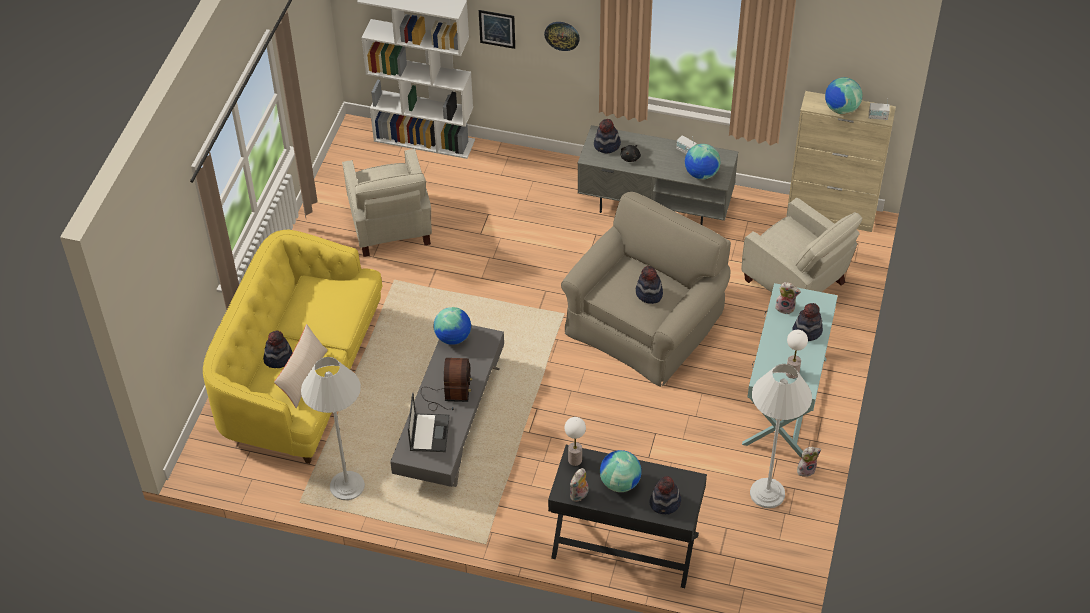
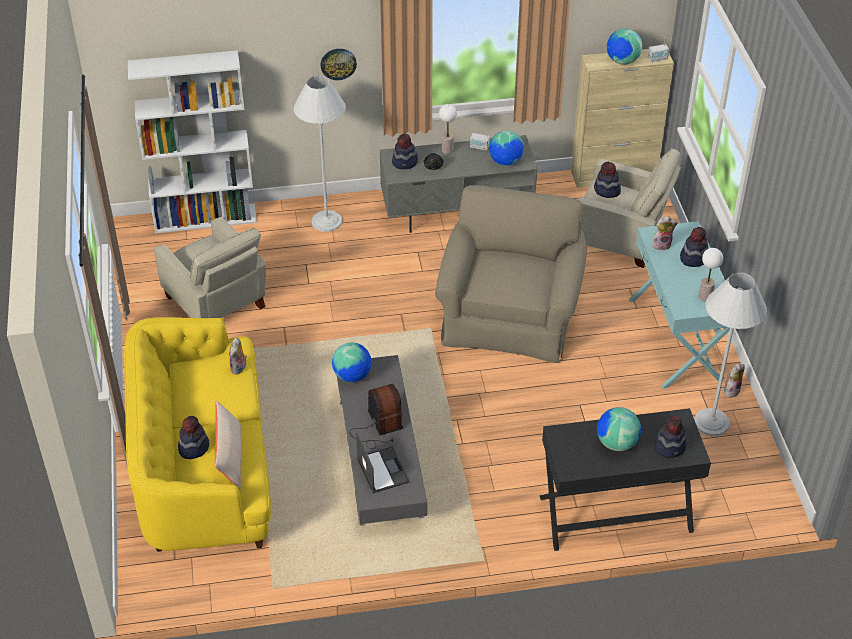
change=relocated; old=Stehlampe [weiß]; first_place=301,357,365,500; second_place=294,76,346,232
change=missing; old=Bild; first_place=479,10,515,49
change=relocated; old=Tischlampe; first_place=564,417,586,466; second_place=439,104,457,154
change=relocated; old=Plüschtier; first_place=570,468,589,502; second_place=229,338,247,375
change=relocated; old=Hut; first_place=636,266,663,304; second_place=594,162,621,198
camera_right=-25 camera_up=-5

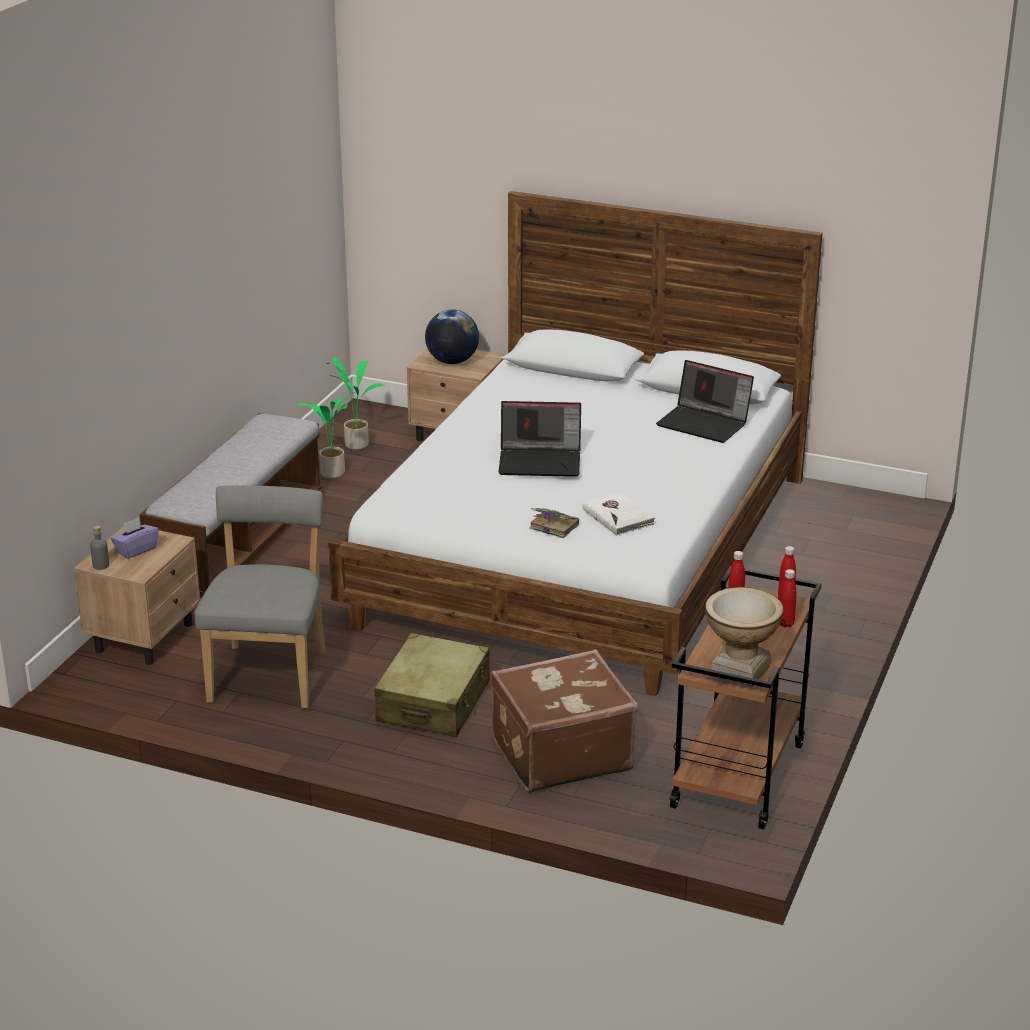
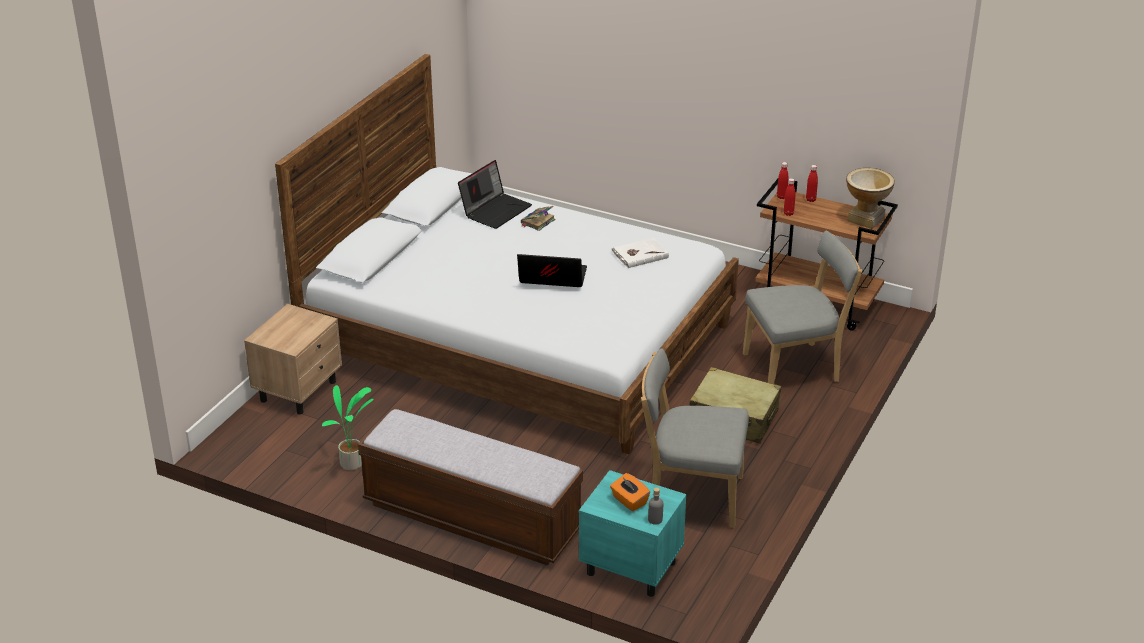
change=colour; old=Nachttisch [beige]; new=Nachttisch [türkis]; first_place=74,526,200,665; second_place=579,470,687,597
change=colour; old=Taschentuchbox [lila]; new=Taschentuchbox [orange]; first_place=111,517,159,559; second_place=610,473,650,511
change=missing; old=Topfpflanze; first_place=326,357,384,450
change=missing; old=Globus; first_place=425,310,479,364
change=exchanged; old=Koffer [braun]; new=Stuhl [grau]; first_place=491,649,637,793; second_place=743,230,862,384
change=spun; old=Laptop; first_place=498,401,581,477; second_place=517,254,587,287; degrees=-90
change=relocated; old=Buch; first_place=529,508,579,538; second_place=521,206,555,231
camera_right=-85 camera_up=5

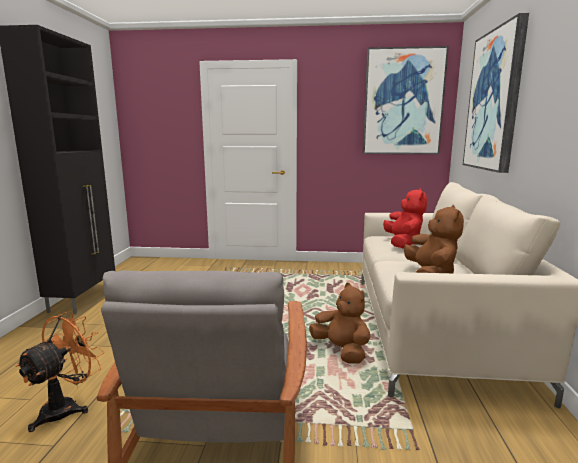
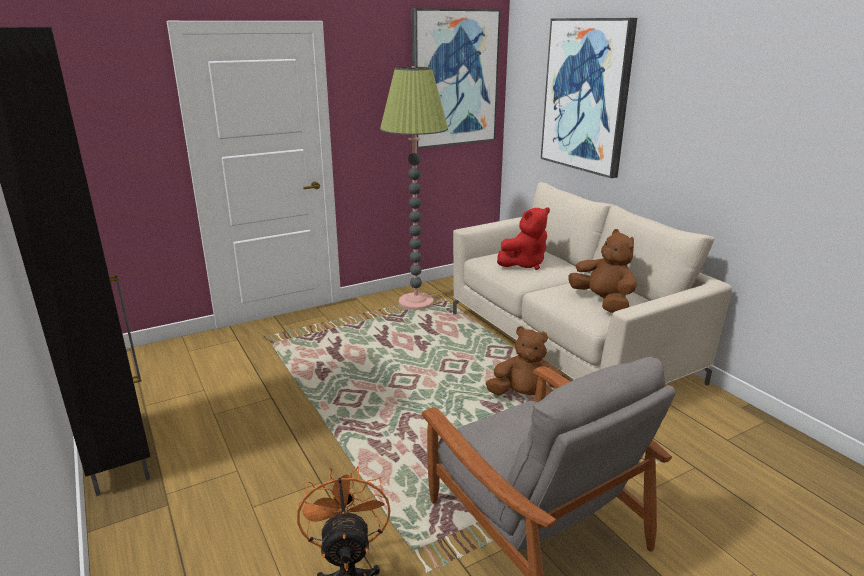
change=spun; old=Plüschtier [rot]; first_place=383,188,427,248; second_place=497,208,550,270; degrees=90
change=appeared; new=Stehlampe; second_place=380,66,448,310
camera_right=-35 camera_up=10

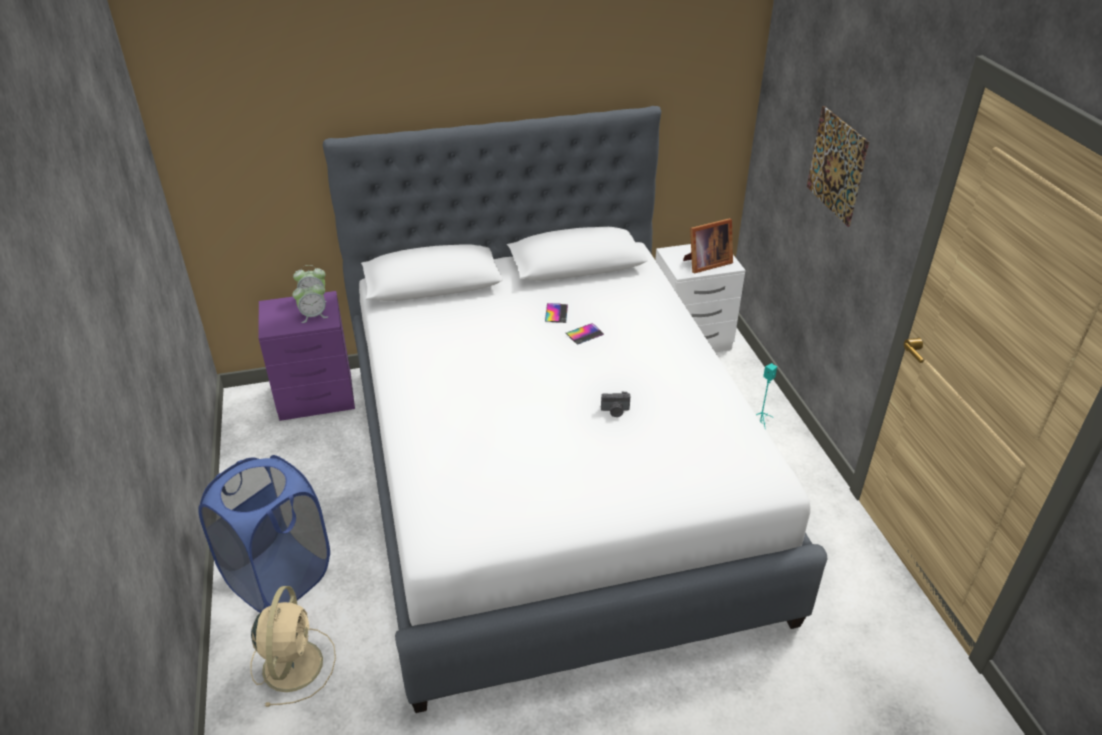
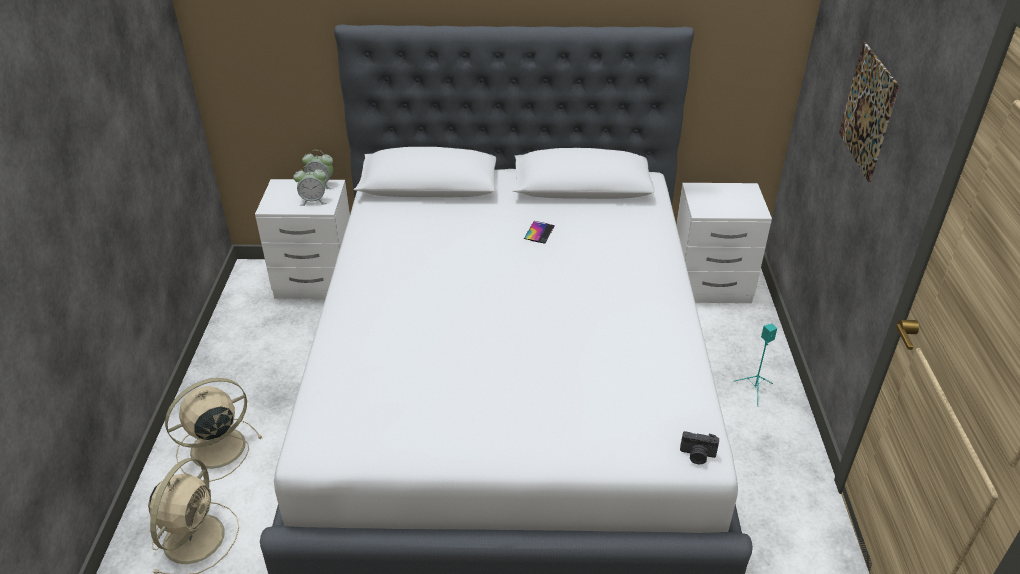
change=exchanged; old=Wäschekorb [blau]; new=Ventilator [beige]; first_place=198,455,330,613; second_place=165,378,262,481
change=colour; old=Nachttisch [lila]; new=Nachttisch [weiß]; first_place=258,291,355,421; second_place=255,179,350,299
change=missing; old=Handy; first_place=566,323,604,345
change=relocated; old=Kamera; first_place=601,392,630,417; second_place=680,431,719,464
change=missing; old=Bilderrahmen; first_place=683,218,733,274
camera_right=15 camera_up=0

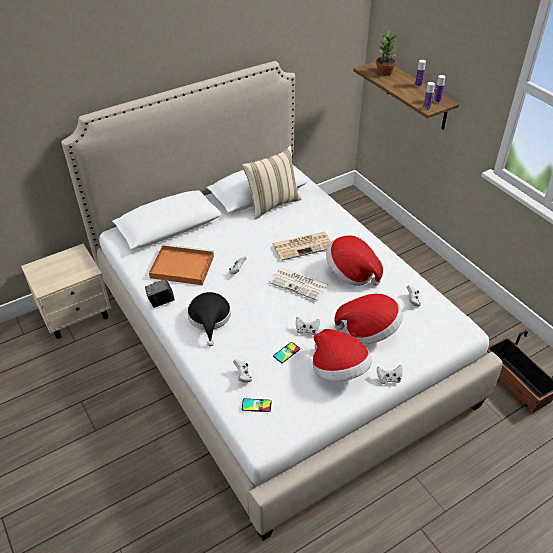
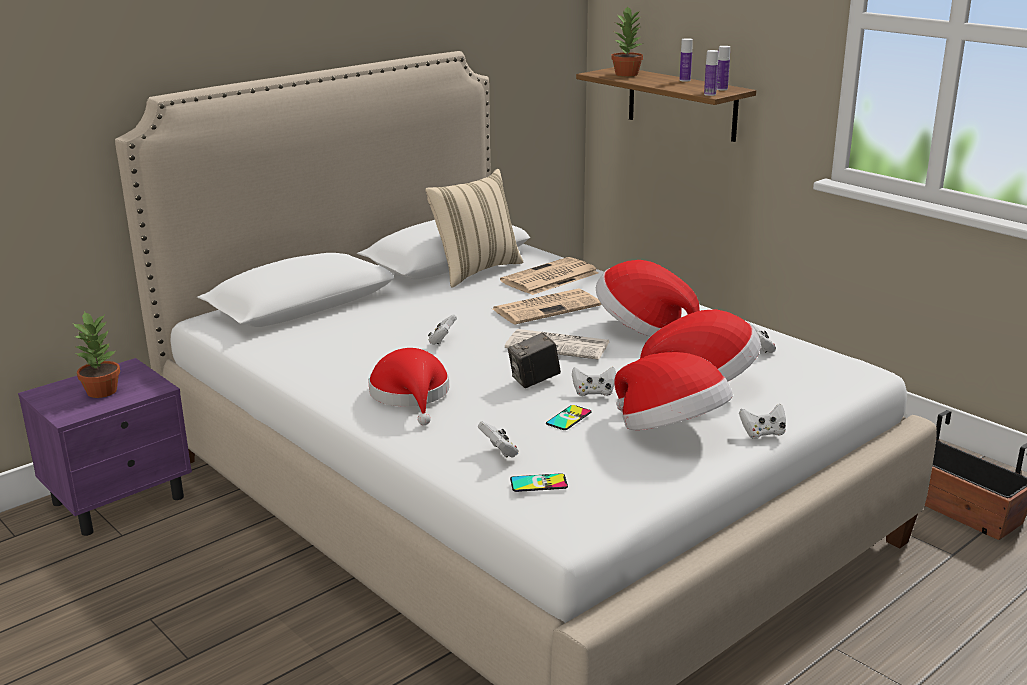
change=colour; old=Nachttisch [beige]; new=Nachttisch [lila]; first_place=21,244,111,339; second_place=18,358,192,536
change=relocated; old=Kamera; first_place=145,279,175,308; second_place=508,333,561,388
change=missing; old=Tablett [orange]; first_place=149,244,214,285
change=colour; old=Hut [schwarz]; new=Hut [rot]; first_place=187,292,231,347; second_place=368,348,449,425
change=appeared; new=Topfpflanze; second_place=74,311,120,398
change=appeared; new=Zeitung; second_place=500,257,599,295
camera_right=-10 camera_up=-20

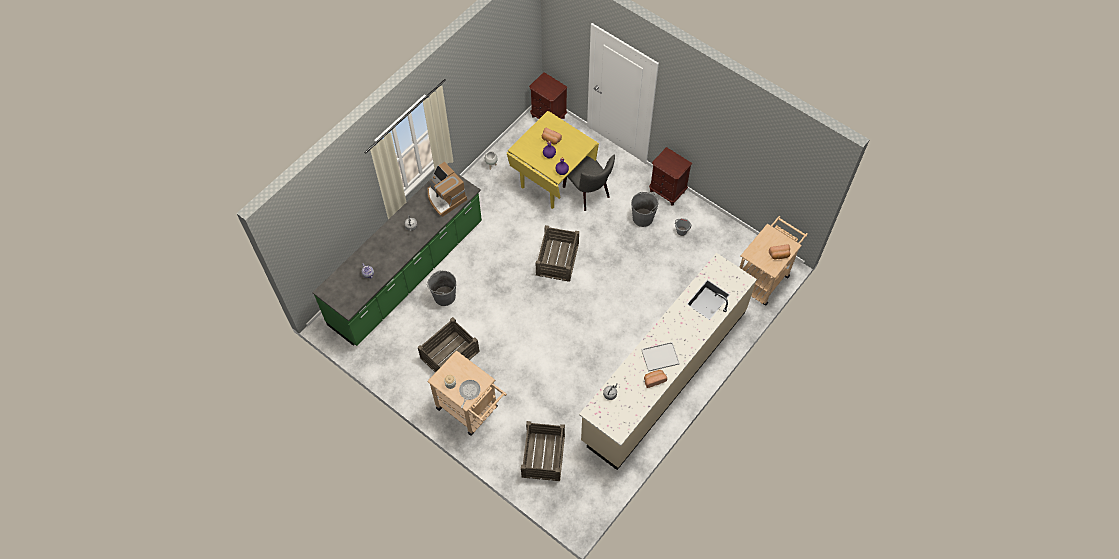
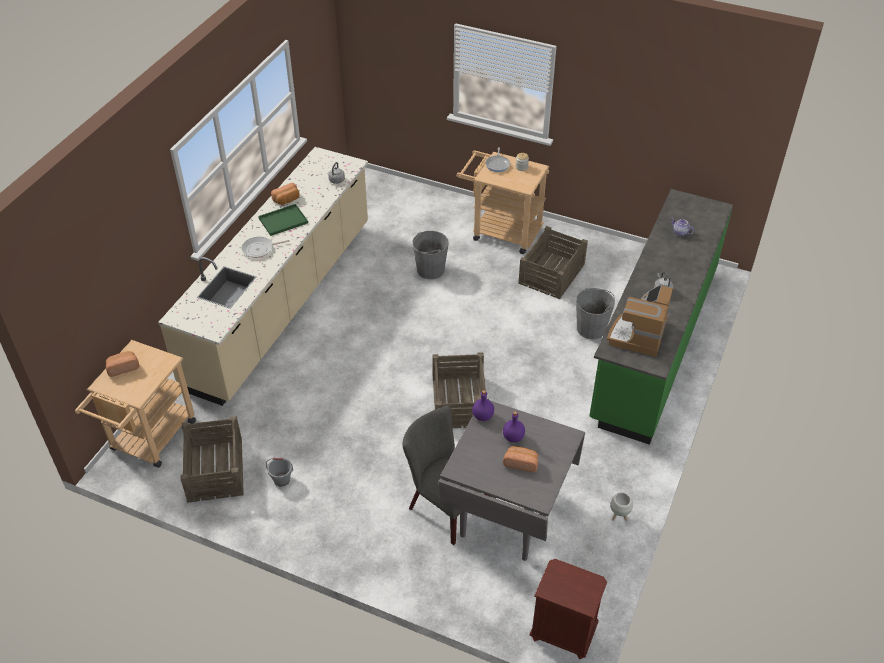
change=spun; old=Kaffeemaschine; first_place=428,162,467,217; second_place=607,285,673,357; degrees=-105
change=colour; old=Esstisch [gelb]; new=Esstisch [grau]; first_place=507,111,599,209; second_place=439,400,585,561
change=relocated; old=Kiste; first_place=521,421,565,481; second_place=181,416,244,503
change=relocated; old=Eimer [grau]; first_place=631,192,659,227; second_place=412,231,449,279
change=colour; old=Tablett [weiß]; new=Tablett [grün]; first_place=641,342,680,372; second_place=258,204,308,236
change=missing; old=Nachttisch [braun]; first_place=649,147,692,206
change=appeared; new=Pfanne; second_place=242,237,290,258
camera_right=165 camera_up=-15

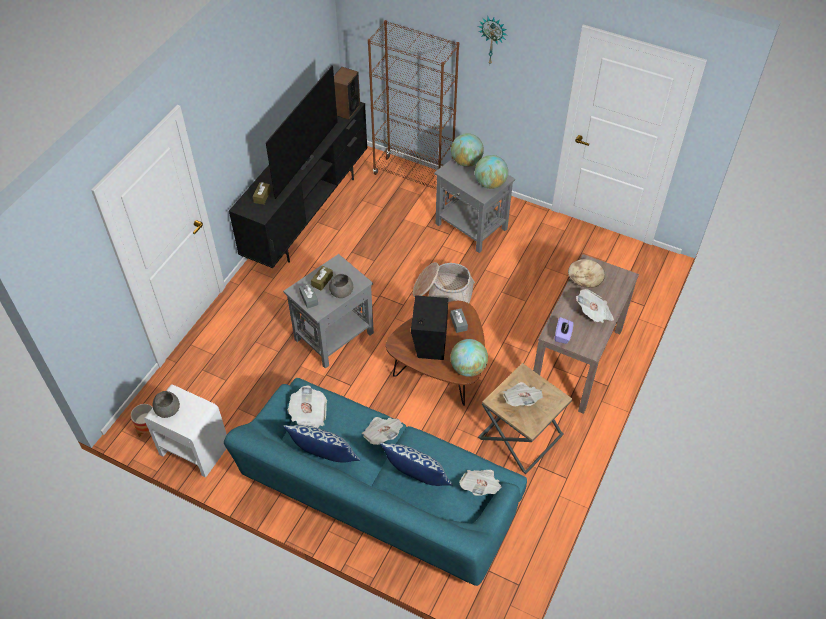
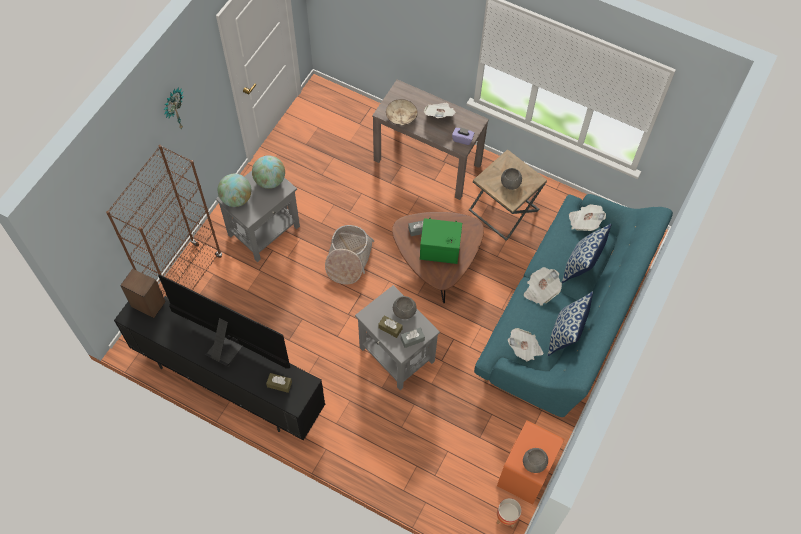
change=colour; old=Nachttisch [weiß]; new=Nachttisch [orange]; first_place=144,384,227,477; second_place=497,421,564,505
change=colour; old=Lautsprecher [schwarz]; new=Lautsprecher [grün]; first_place=411,295,448,360; second_place=420,218,462,264
change=missing; old=Globus; first_place=450,339,488,377
change=exchanged; old=Zeitung; new=Schüssel [grau]; first_place=503,382,543,406; second_place=501,168,522,190
camera_right=-90 camera_up=10

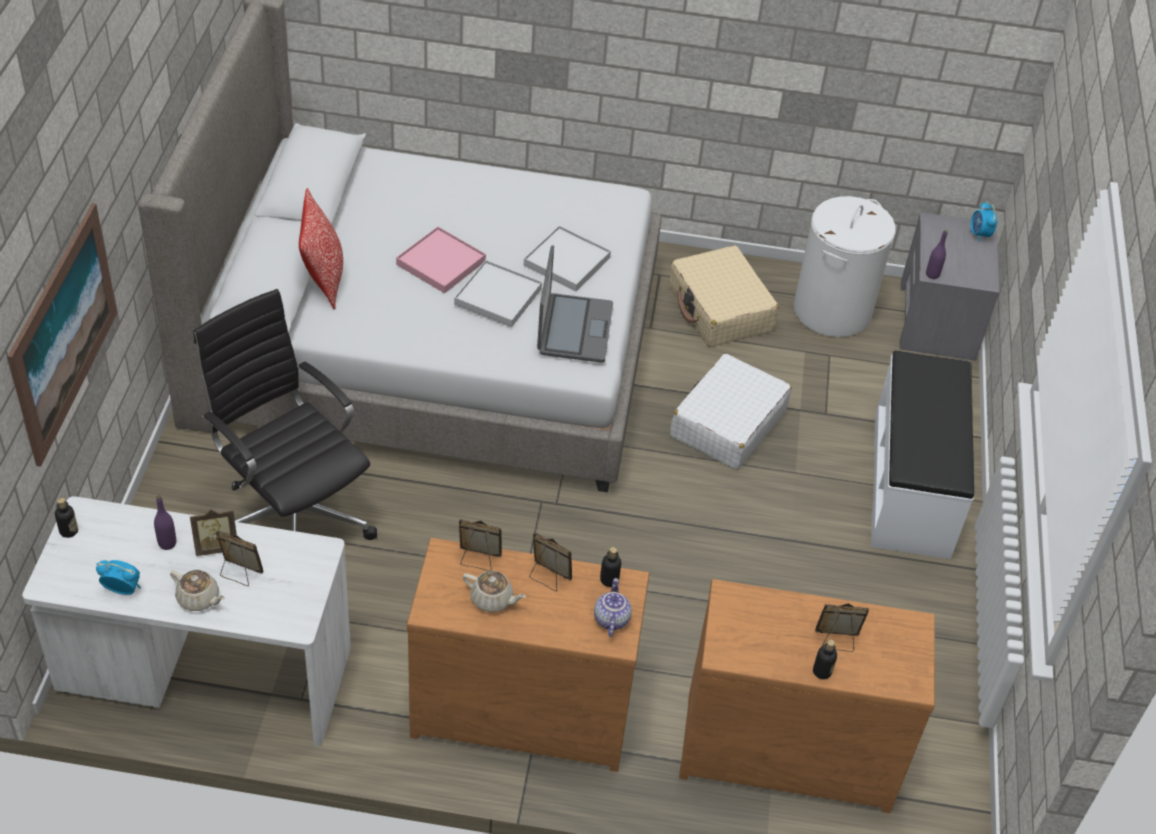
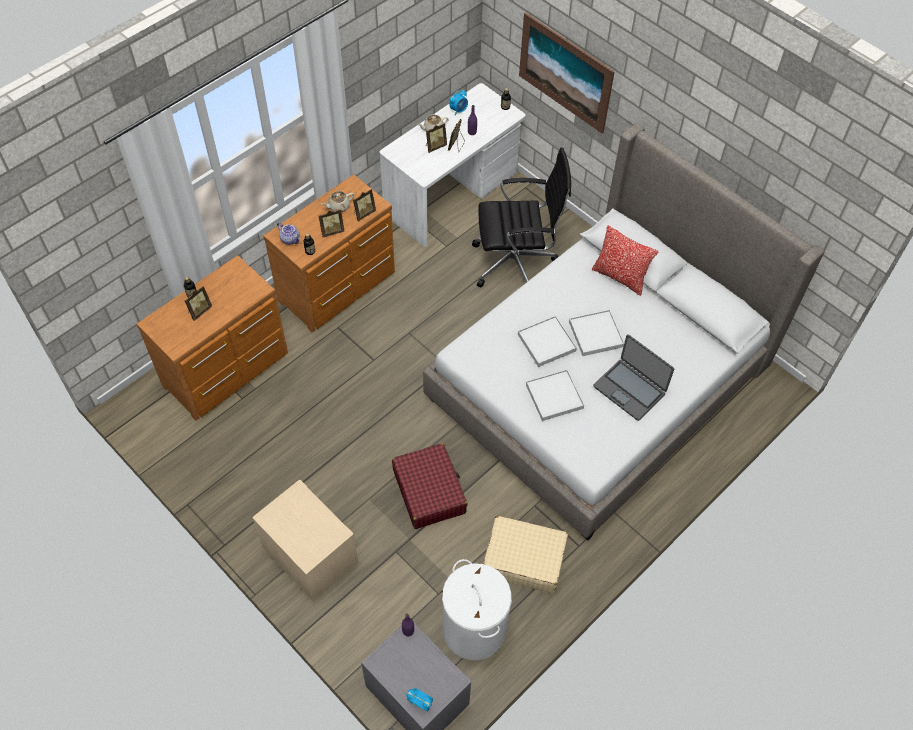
change=colour; old=Tablett [rosa]; new=Tablett [weiß]; first_place=396,227,486,293; second_place=569,310,624,356
change=relocated; old=Laptop; first_place=537,245,613,363; second_place=593,334,674,421
change=colour; old=Koffer [weiß]; new=Koffer [rot]; first_place=670,354,792,470; second_place=392,443,468,529
change=exchanged; old=Bank [weiß]; new=Nachttisch [beige]; first_place=870,350,974,559; second_place=252,480,358,602
camera_right=130 camera_up=10

